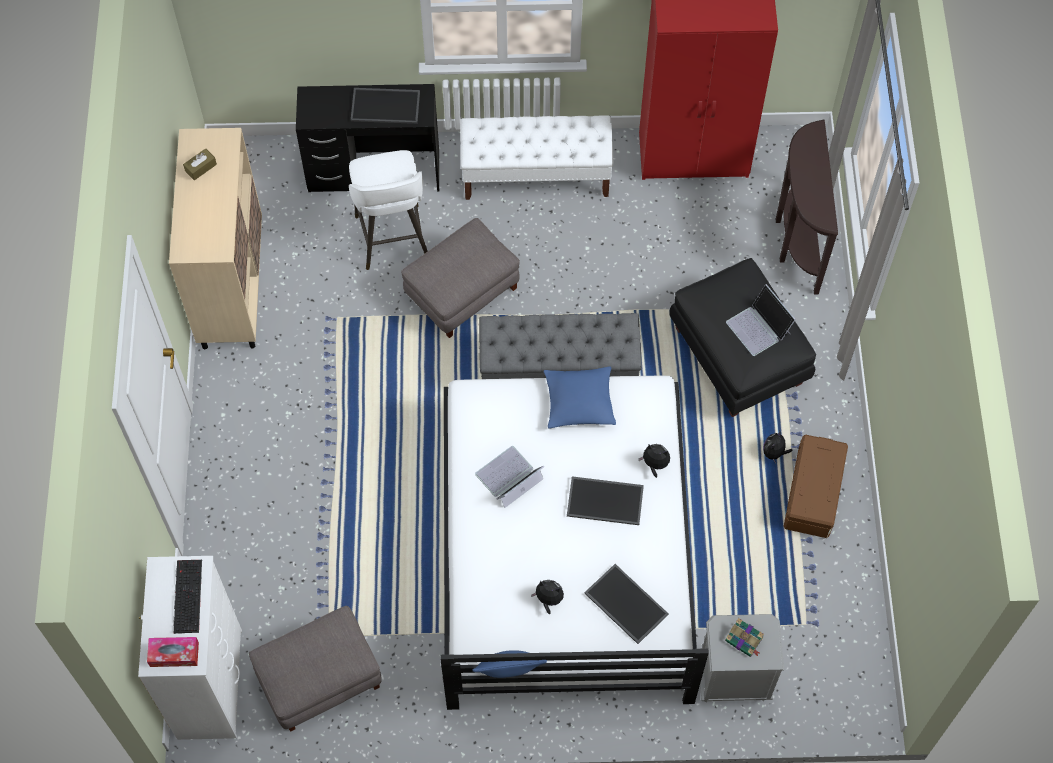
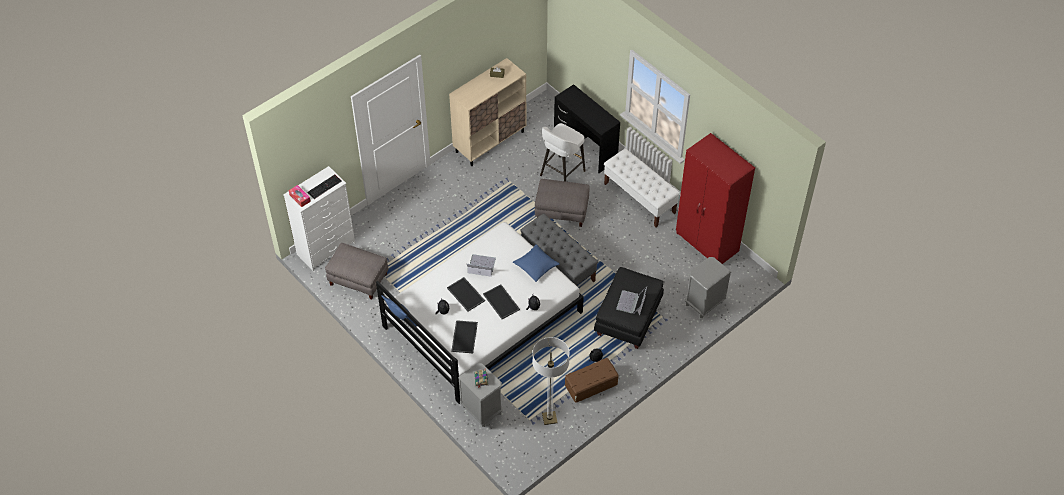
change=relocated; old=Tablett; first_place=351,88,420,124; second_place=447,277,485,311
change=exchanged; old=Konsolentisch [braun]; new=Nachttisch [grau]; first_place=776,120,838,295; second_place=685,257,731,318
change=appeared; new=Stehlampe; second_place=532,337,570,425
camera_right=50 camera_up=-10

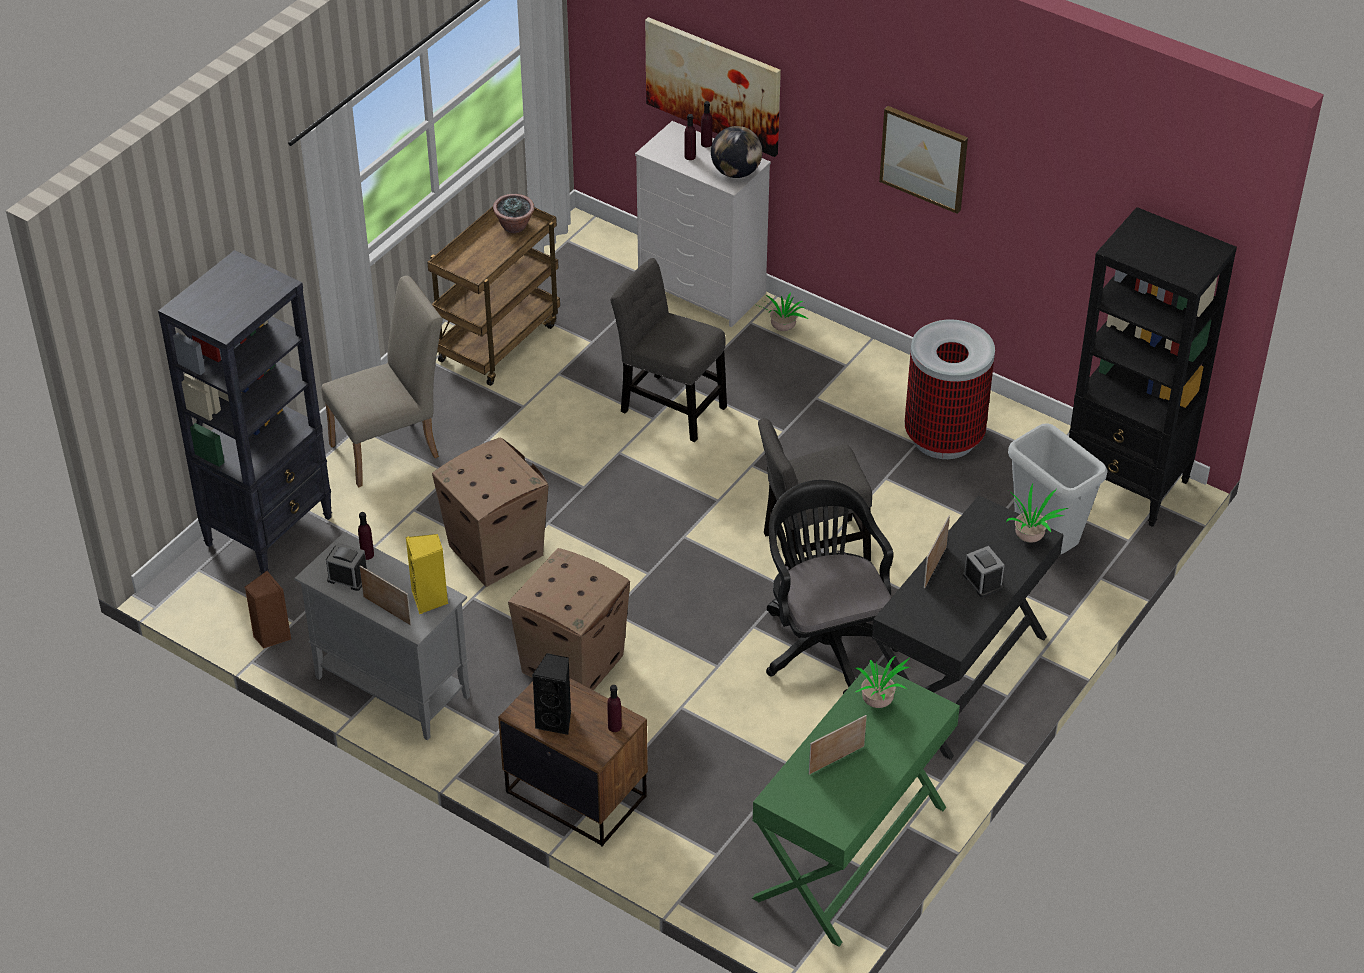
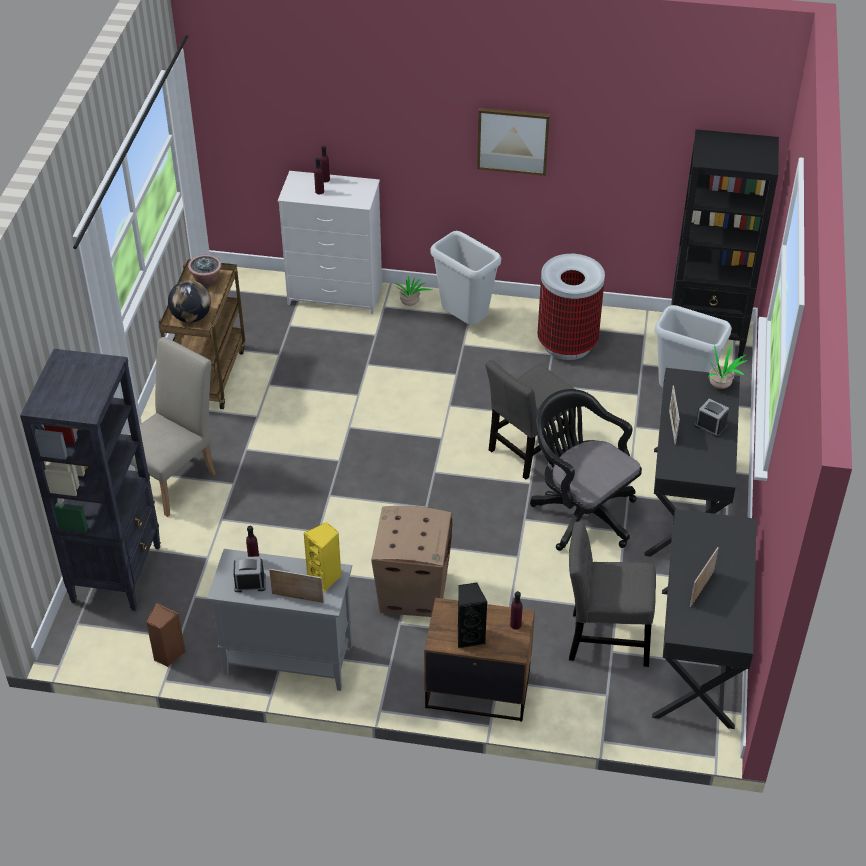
change=missing; old=Karton; first_place=432,437,548,587
change=relocated; old=Stuhl [grau]; first_place=610,258,727,442; second_place=569,521,656,667
change=missing; old=Bild; first_place=645,17,781,157
change=relocated; old=Globus; first_place=711,126,763,178; second_place=168,280,211,323
change=colour; old=Schreibtisch [grün]; new=Schreibtisch [schwarz]; first_place=752,662,960,947; second_place=652,509,757,729
change=missing; old=Topfpflanze; first_place=854,656,909,708
change=appeared; new=Mülleimer [grau]; second_place=430,231,501,325
camera_right=-25 camera_up=0

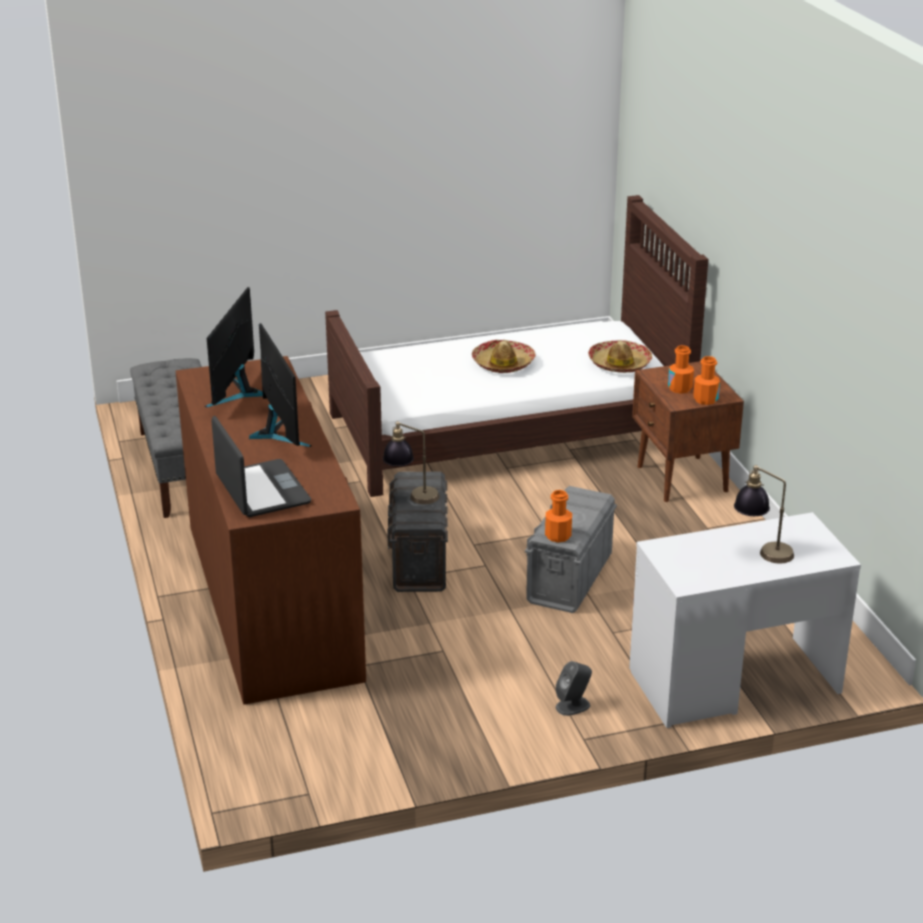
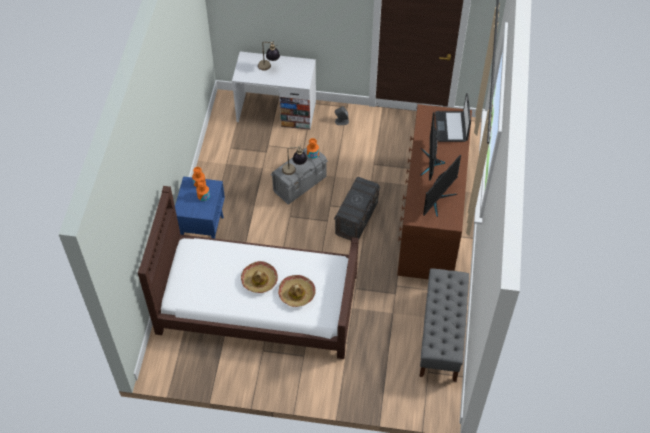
change=relocated; old=Tischlampe; first_place=383,421,440,504; second_place=282,146,307,175
change=relocated; old=Hut; first_place=588,340,652,373; second_place=278,275,316,307
change=colour; old=Nachttisch [braun]; new=Nachttisch [blau]; first_place=632,361,744,502; second_place=175,177,225,239
camera_right=-155 camera_up=25

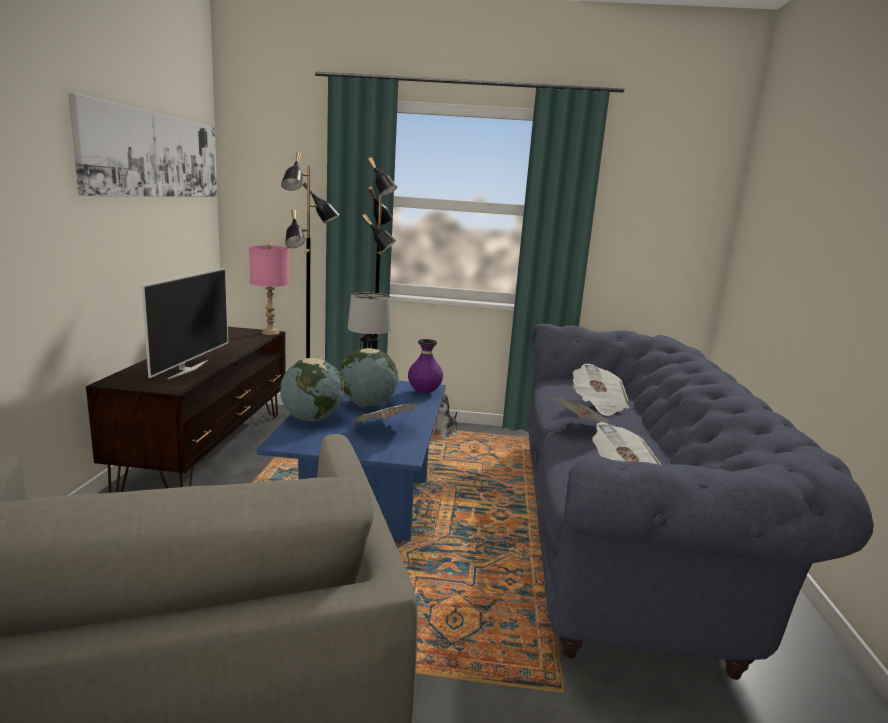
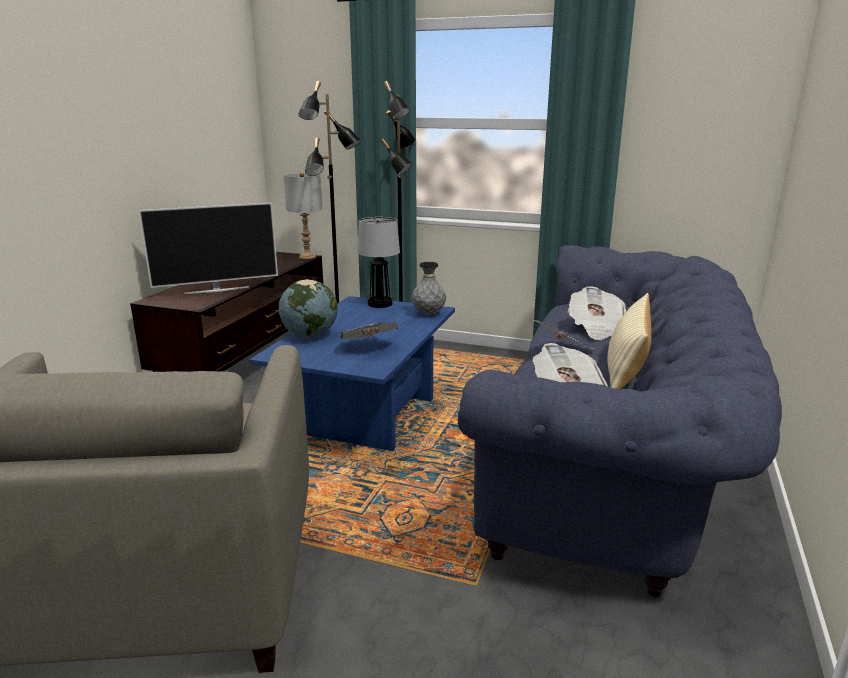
change=missing; old=Bild; first_place=68,93,217,197
change=spun; old=Fernseher; first_place=141,268,228,379; second_place=138,203,278,294; degrees=45
change=colour; old=Tischlampe [rosa]; new=Tischlampe [grau]; first_place=249,244,289,335; second_place=283,171,322,259
change=missing; old=Globus; first_place=339,348,398,407
change=colour; old=Vase [lila]; new=Vase [grau]; first_place=408,339,443,394; second_place=412,262,446,315
change=missing; old=Plüschtier; first_place=432,394,458,439
change=appeared; new=Kissen [beige]; second_place=607,293,652,390
camera_right=15 camera_up=5

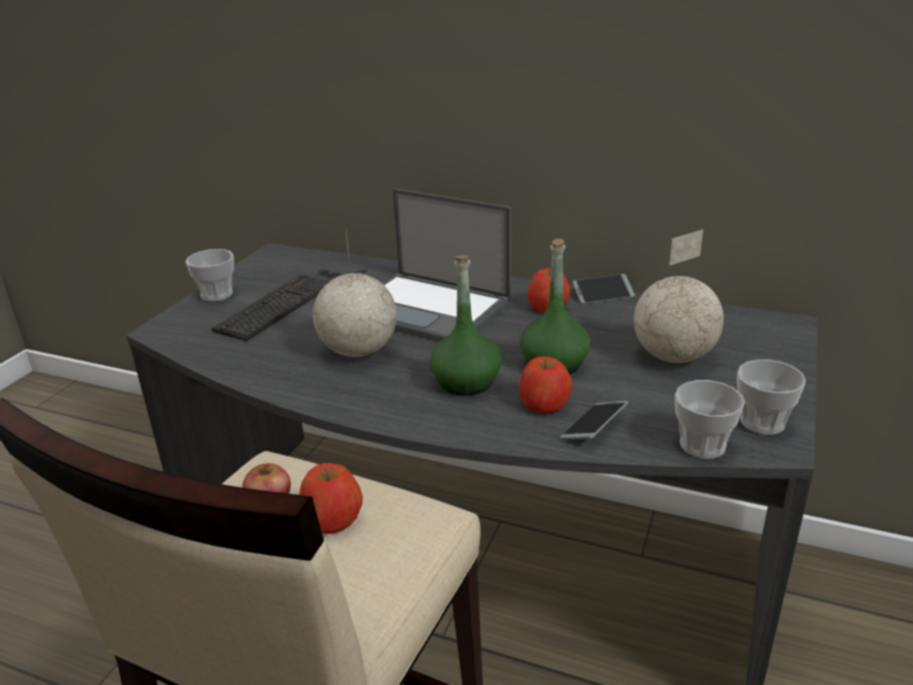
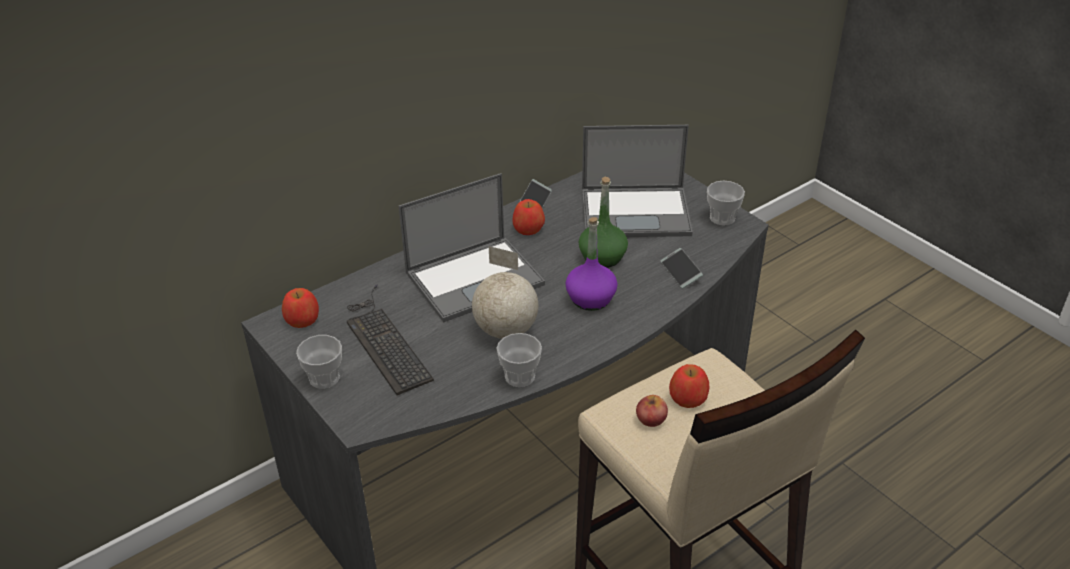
change=colour; old=Flasche [grün]; new=Flasche [lila]; first_place=429,255,502,396; second_place=565,217,618,311
change=relocated; old=Apfel; first_place=519,356,572,414; second_place=282,288,319,328
change=exchanged; old=Globus; new=Laptop; first_place=634,230,724,363; second_place=582,125,693,237
change=relocated; old=Tasse; first_place=675,380,745,459; second_place=496,333,542,387
camera_right=-60 camera_up=10

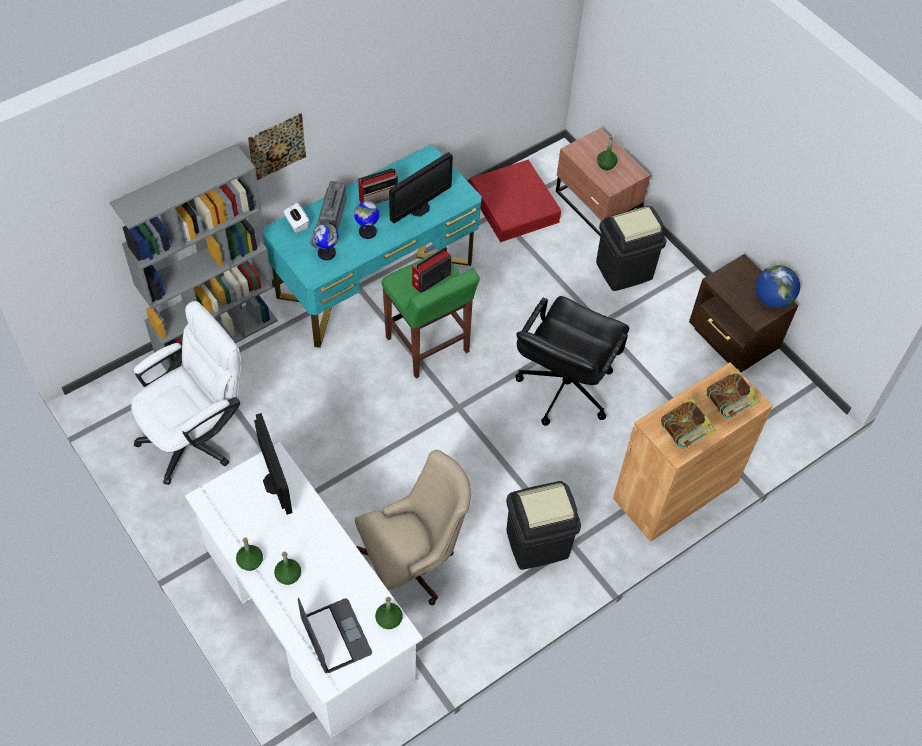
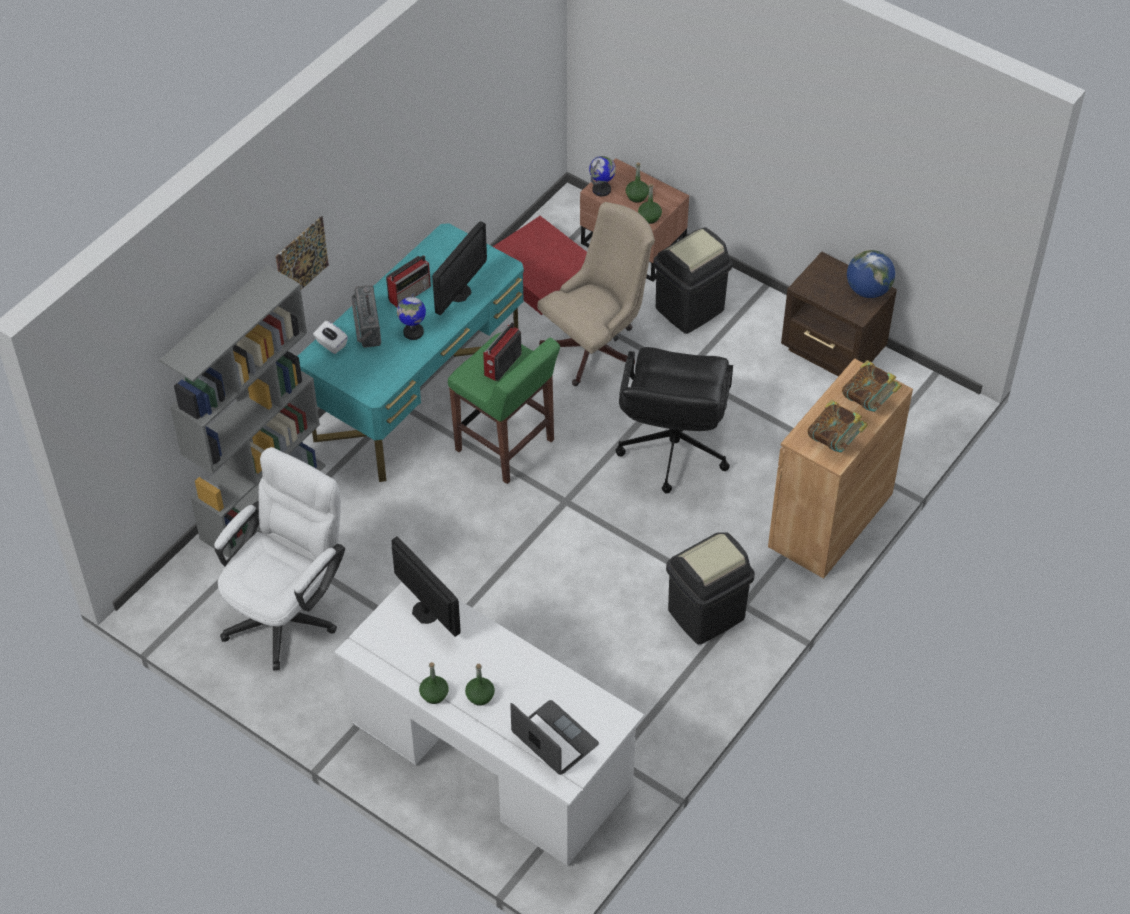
change=relocated; old=Globus; first_place=310,223,338,260; second_place=589,156,616,197
change=relocated; old=Bürostuhl [beige]; first_place=355,450,471,605; second_place=537,202,655,386
change=relocated; old=Flasche [grün]; first_place=375,597,403,629; second_place=638,184,662,224
camera_right=-15 camera_up=-5

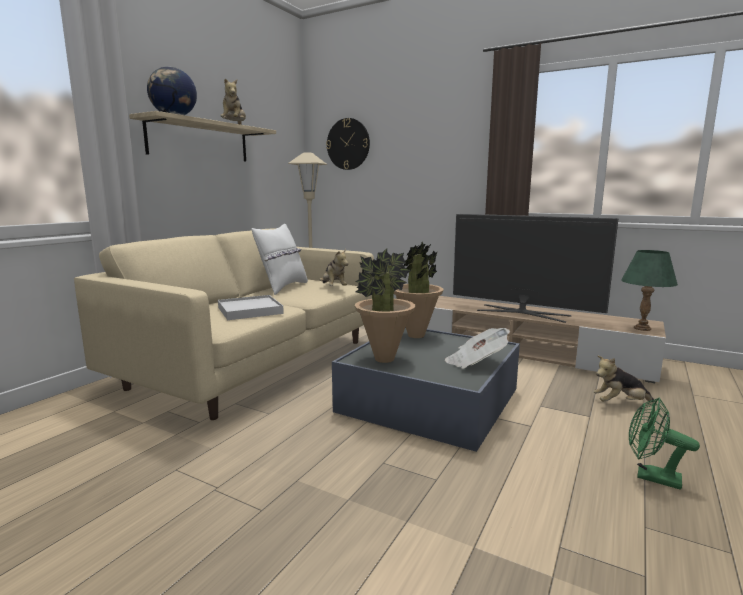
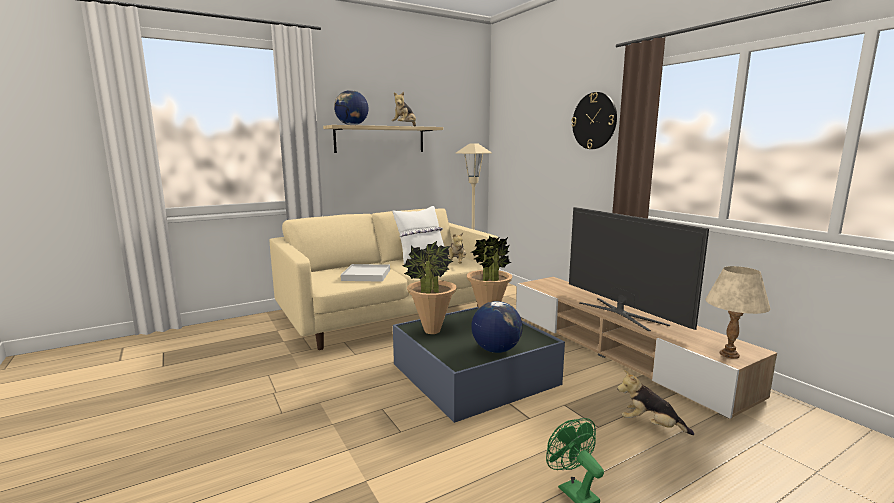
change=relocated; old=Wanduhr; first_place=326,118,370,170; second_place=571,92,617,149
change=exchanged; old=Zeitung; new=Globus; first_place=445,328,510,369; second_place=471,301,523,353
change=colour; old=Tischlampe [grün]; new=Tischlampe [beige]; first_place=621,250,678,331; second_place=705,266,770,359
camera_right=30 camera_up=0

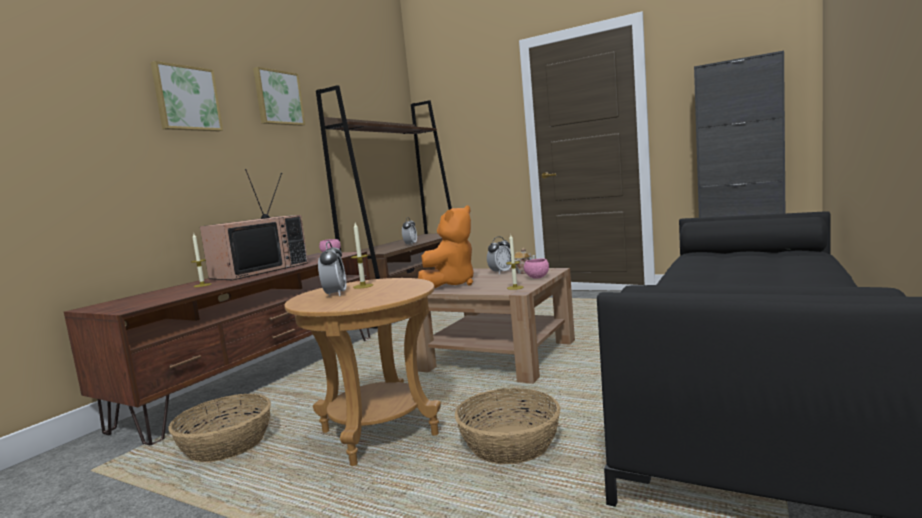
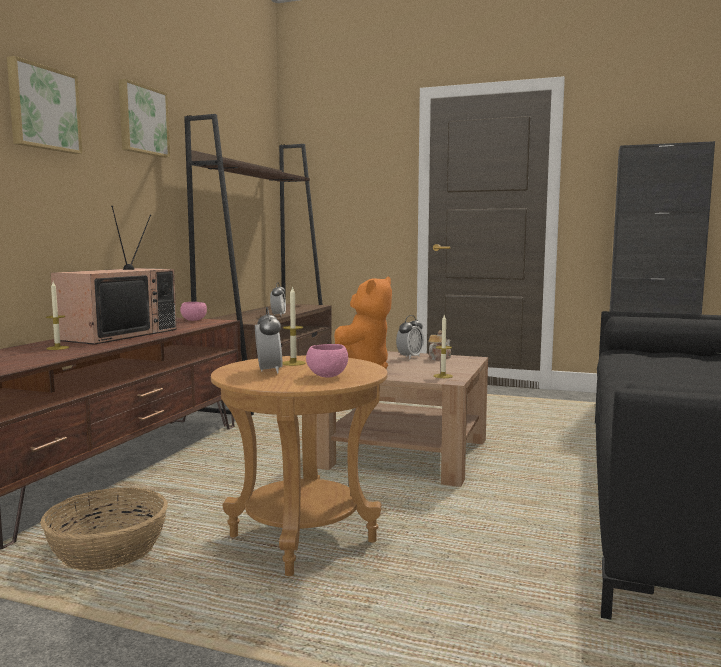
change=missing; old=Korb; first_place=455,388,561,464
change=relocated; old=Schüssel [rosa]; first_place=524,258,549,279; second_place=306,344,348,378
camera_right=-10 camera_up=0

